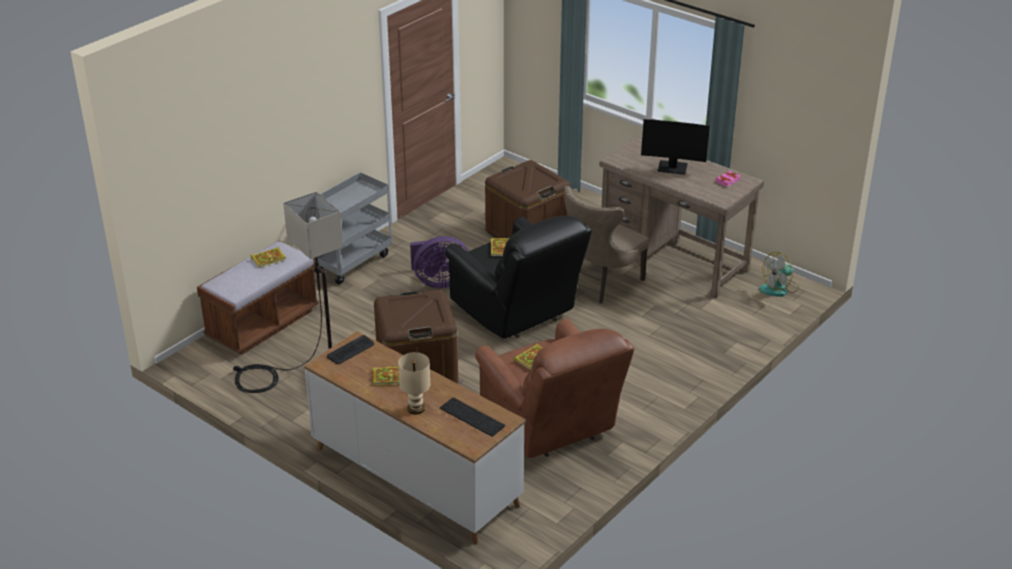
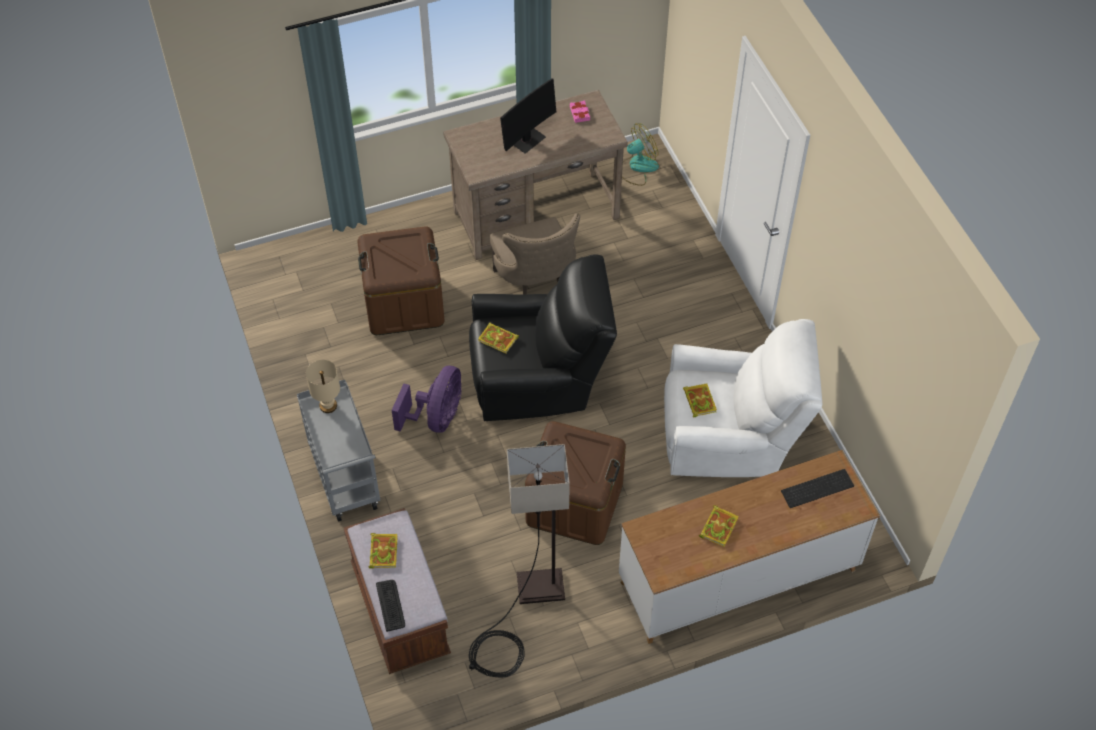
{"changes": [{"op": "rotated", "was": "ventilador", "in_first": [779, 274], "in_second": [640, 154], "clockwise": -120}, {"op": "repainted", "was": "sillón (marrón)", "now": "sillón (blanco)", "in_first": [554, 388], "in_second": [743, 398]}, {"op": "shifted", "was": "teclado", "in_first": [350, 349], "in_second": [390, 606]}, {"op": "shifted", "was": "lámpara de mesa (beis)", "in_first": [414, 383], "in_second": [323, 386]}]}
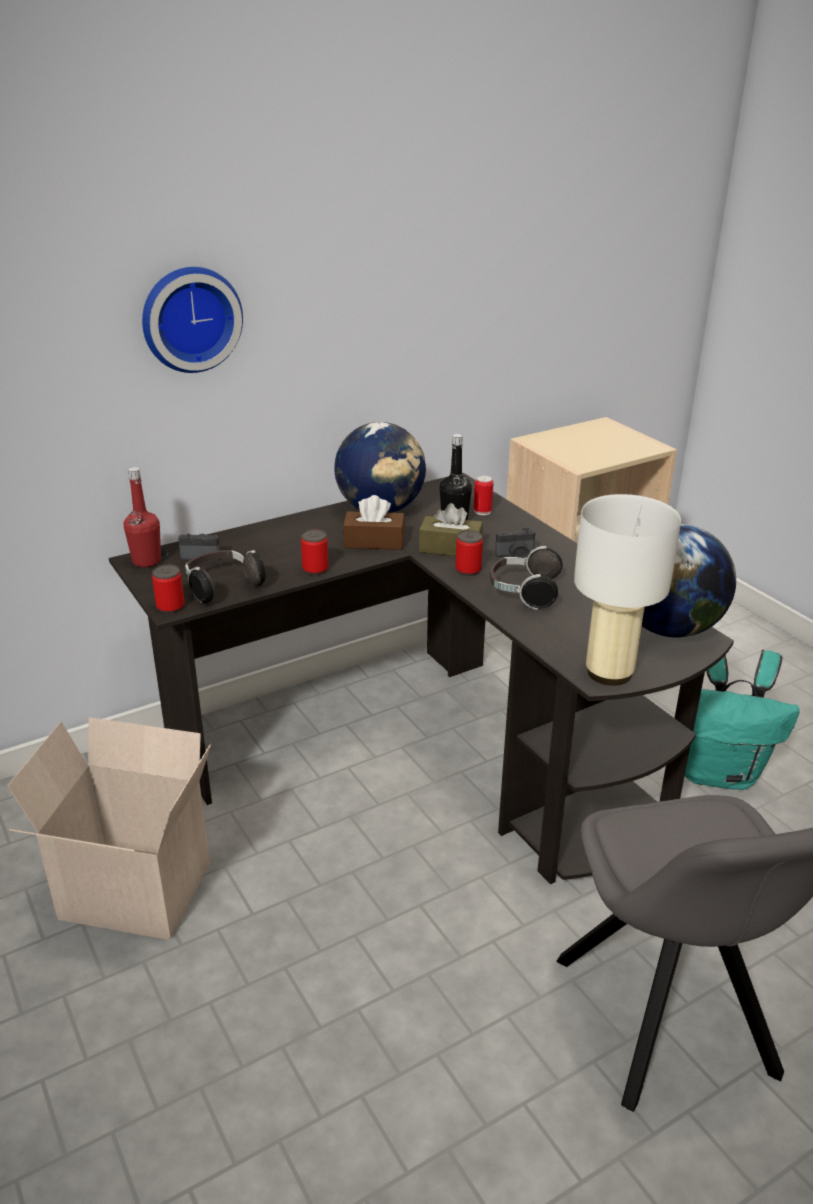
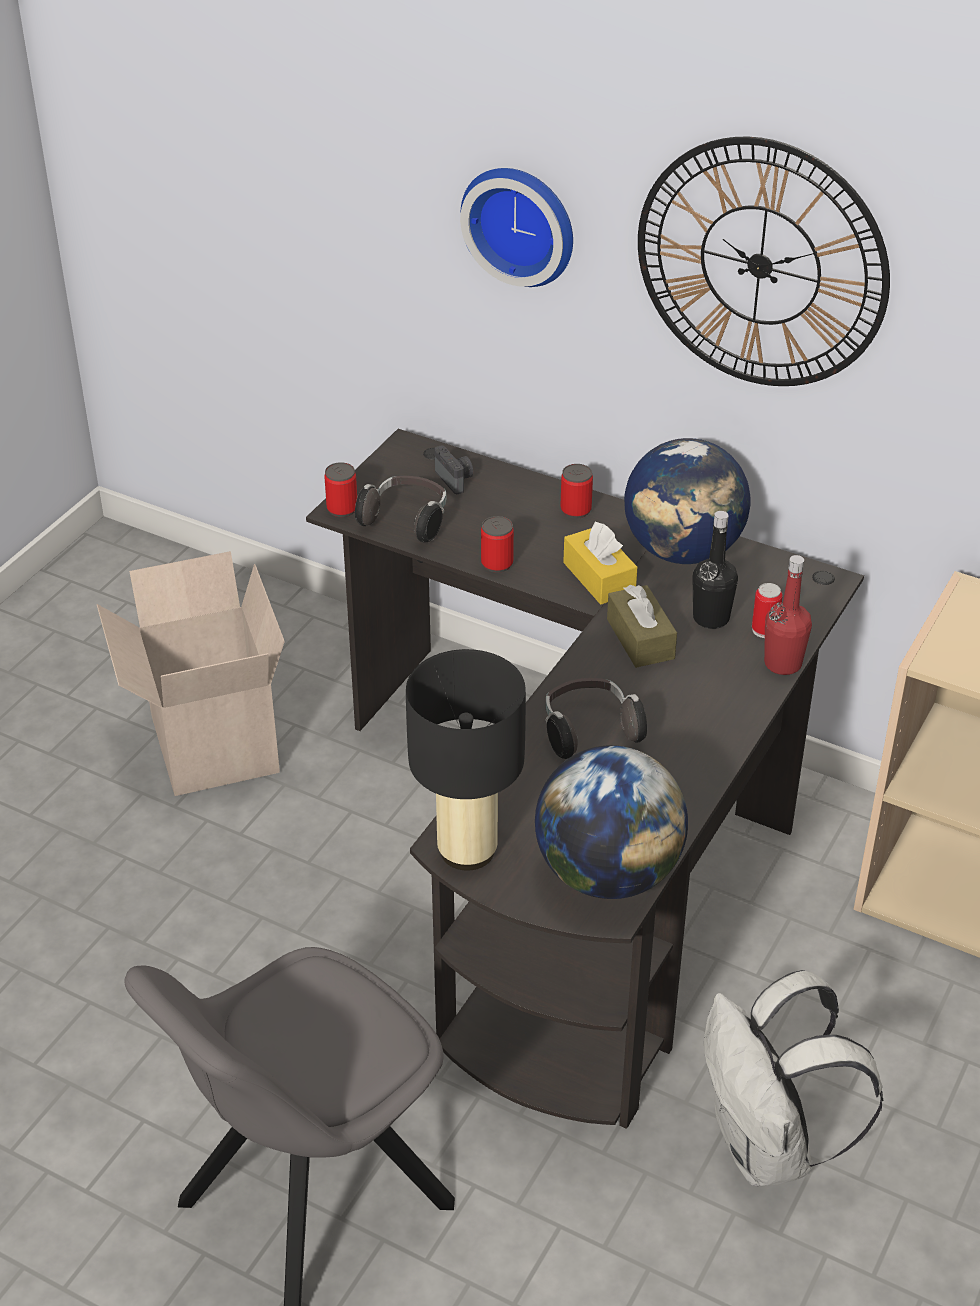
{"changes": [{"op": "shifted", "was": "botella (rojo)", "in_first": [142, 517], "in_second": [788, 615]}, {"op": "repainted", "was": "lámpara de mesa (blanco)", "now": "lámpara de mesa (negro)", "in_first": [627, 590], "in_second": [466, 760]}, {"op": "repainted", "was": "caja de pañuelos (marrón)", "now": "caja de pañuelos (amarillo)", "in_first": [374, 522], "in_second": [600, 563]}, {"op": "gone", "was": "cámara", "in_first": [515, 543]}, {"op": "shifted", "was": "lata", "in_first": [469, 553], "in_second": [576, 491]}, {"op": "repainted", "was": "mochila (turquesa)", "now": "mochila (blanco)", "in_first": [742, 720], "in_second": [793, 1078]}, {"op": "new", "now": "reloj de pared", "in_second": [764, 261]}]}
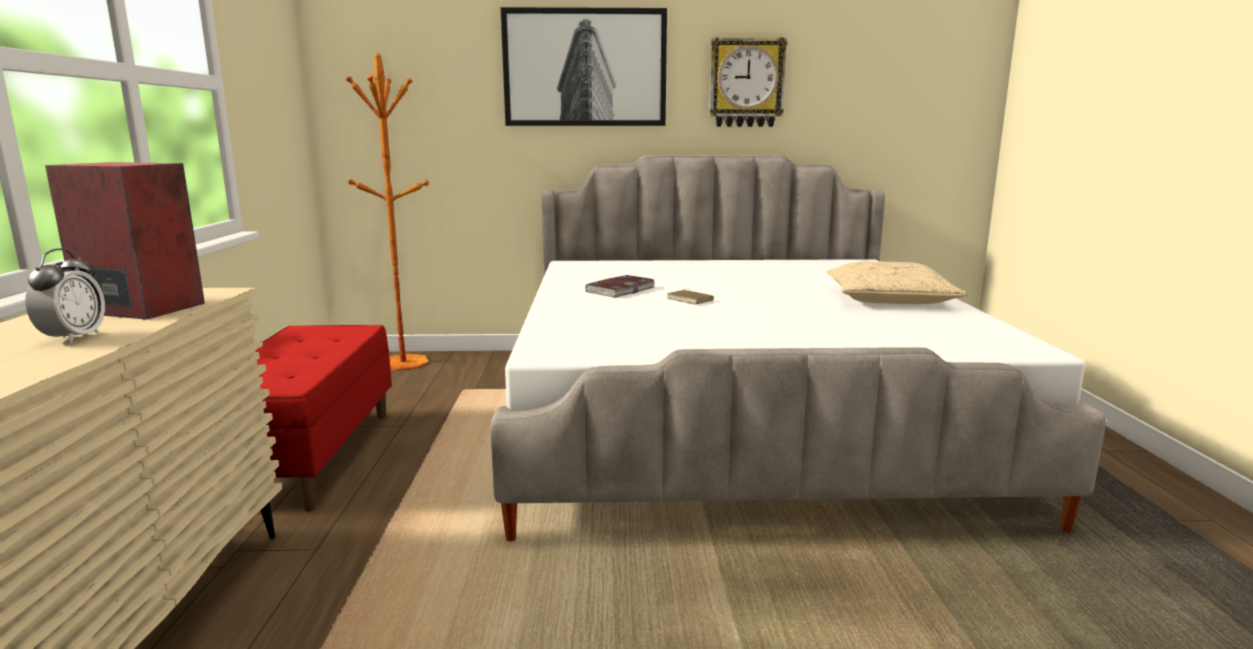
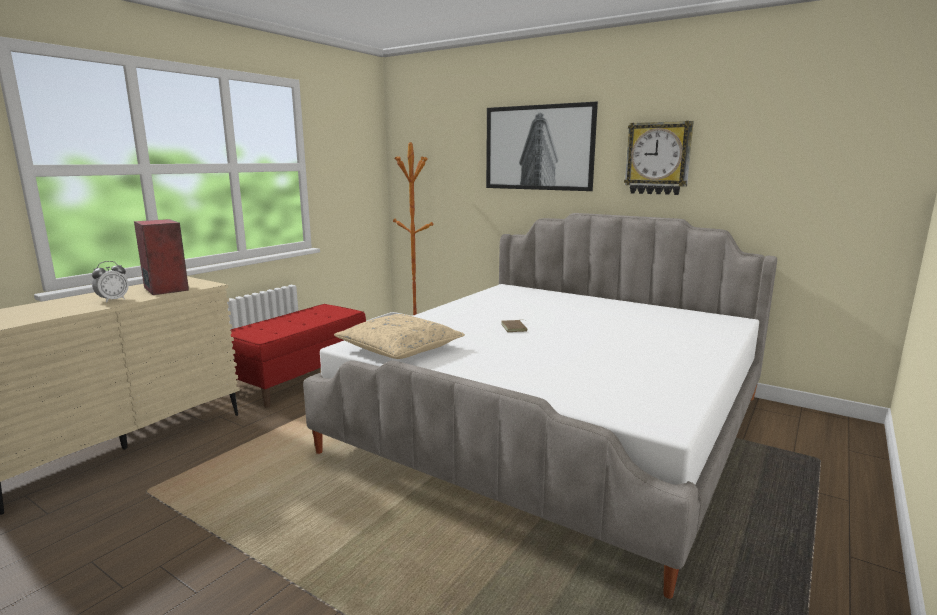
{"changes": [{"op": "shifted", "was": "cojín (beis)", "in_first": [897, 283], "in_second": [399, 336]}, {"op": "gone", "was": "libro", "in_first": [621, 286]}]}
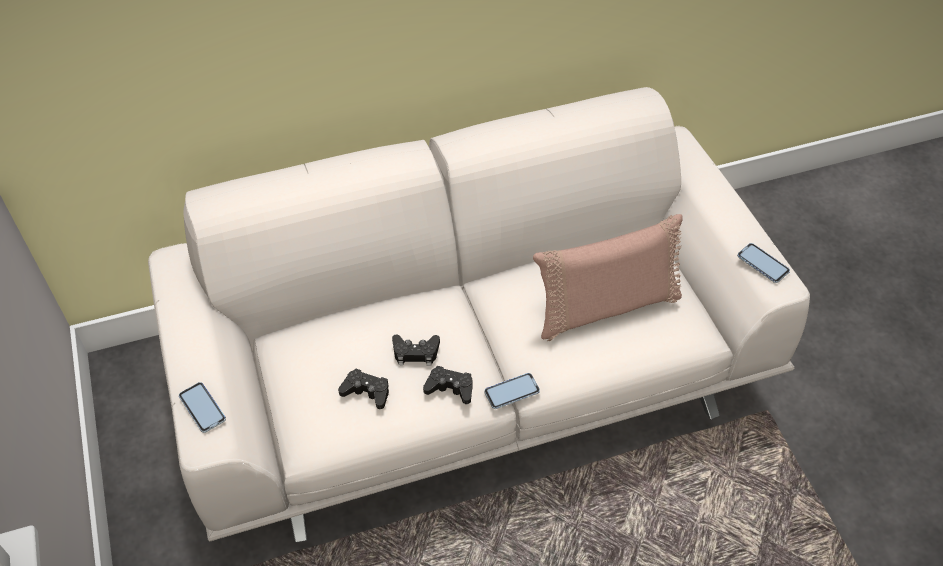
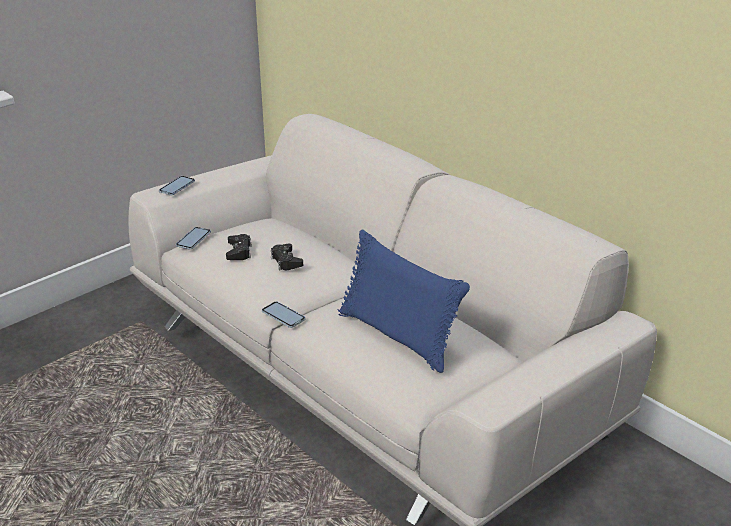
{"changes": [{"op": "repainted", "was": "cojín (beis)", "now": "cojín (azul)", "in_first": [608, 278], "in_second": [404, 301]}, {"op": "shifted", "was": "móvil", "in_first": [763, 263], "in_second": [193, 238]}, {"op": "gone", "was": "mando de consola (negro)", "in_first": [447, 385]}]}
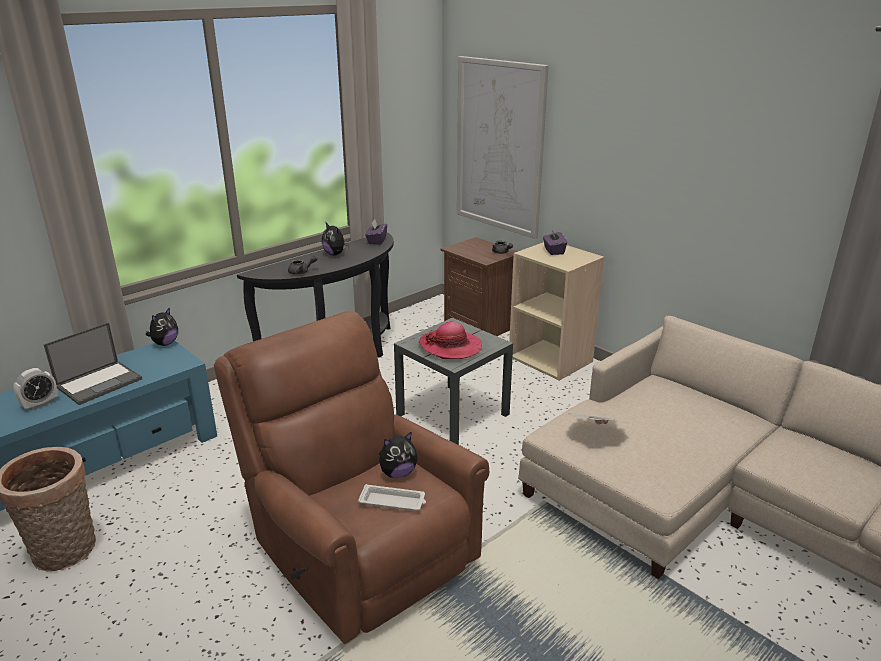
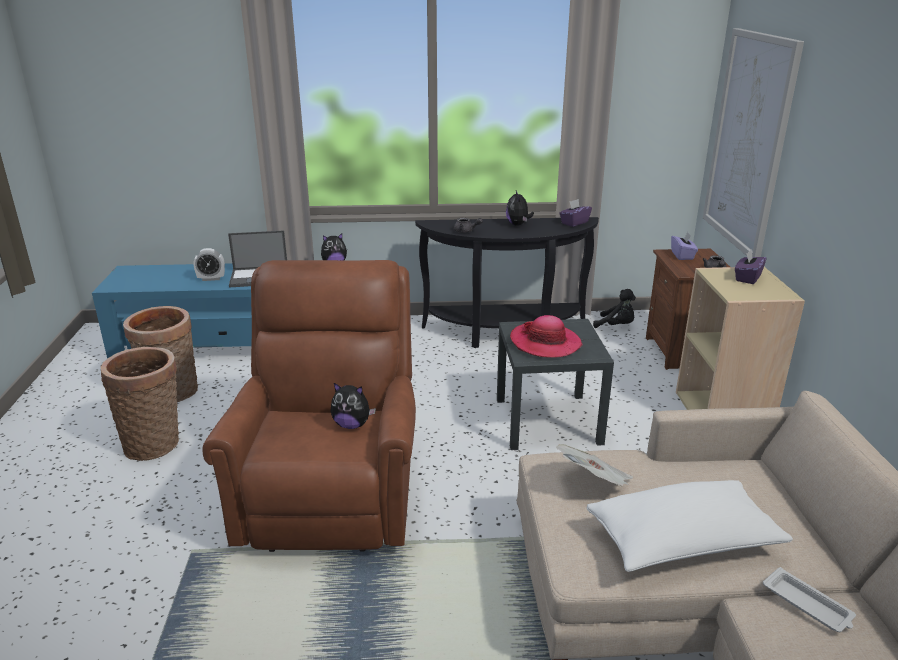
{"changes": [{"op": "shifted", "was": "bandeja (blanco)", "in_first": [392, 497], "in_second": [809, 599]}, {"op": "new", "now": "caja de pañuelos (morado)", "in_second": [684, 246]}, {"op": "new", "now": "peluche (negro)", "in_second": [614, 308]}, {"op": "new", "now": "cesta", "in_second": [140, 404]}, {"op": "new", "now": "cojín (blanco)", "in_second": [690, 526]}]}
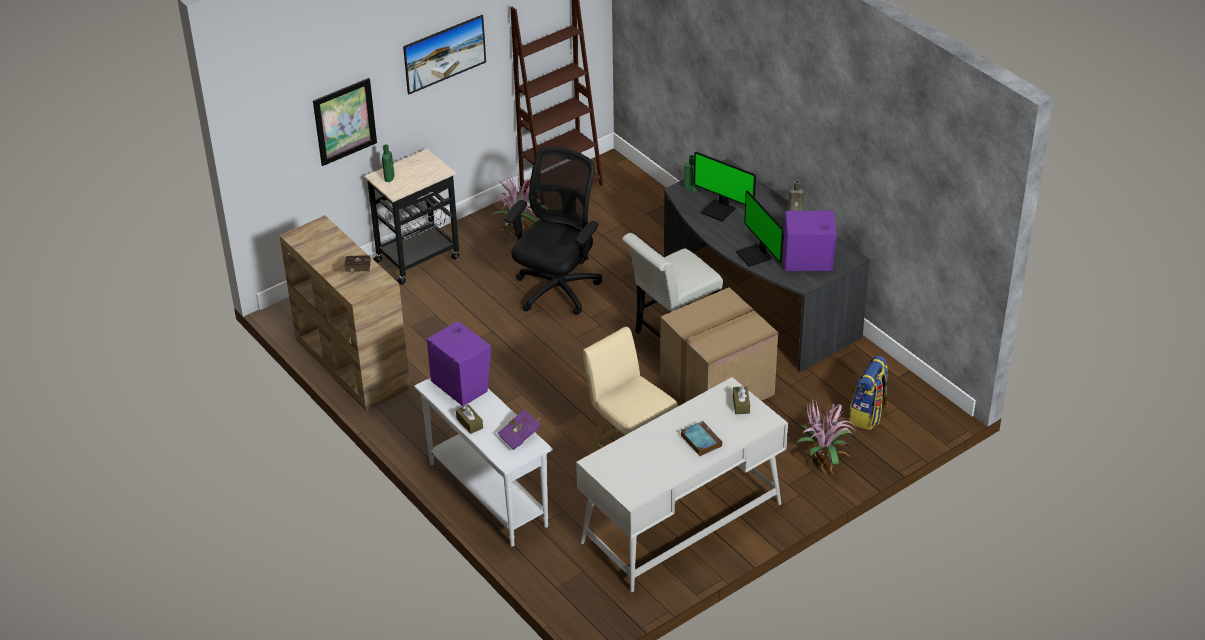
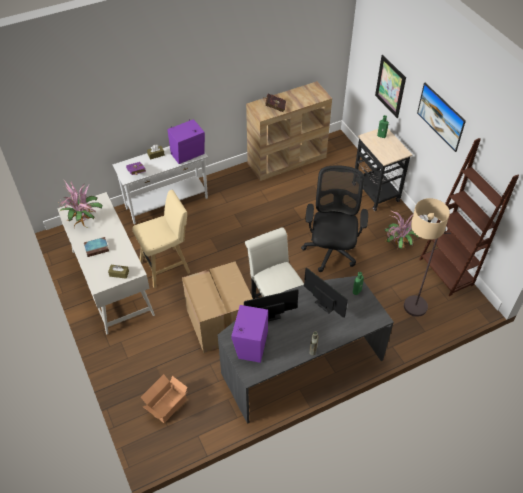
{"changes": [{"op": "rotated", "was": "silla de oficina (negro)", "in_first": [553, 231], "in_second": [334, 218], "clockwise": -120}, {"op": "rotated", "was": "monitor", "in_first": [725, 187], "in_second": [326, 293], "clockwise": 90}, {"op": "swapped", "was": "mochila", "now": "caja de cartón", "in_first": [869, 392], "in_second": [164, 398]}, {"op": "shifted", "was": "planta en maceta", "in_first": [825, 440], "in_second": [80, 203]}, {"op": "new", "now": "lámpara de pie (beis)", "in_second": [427, 257]}]}
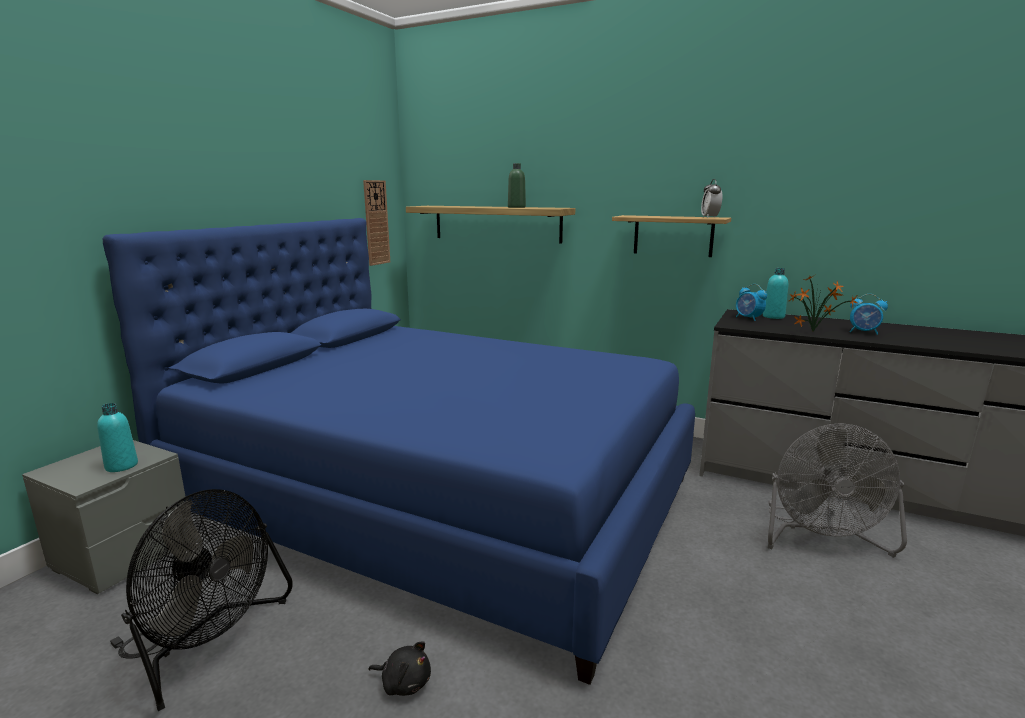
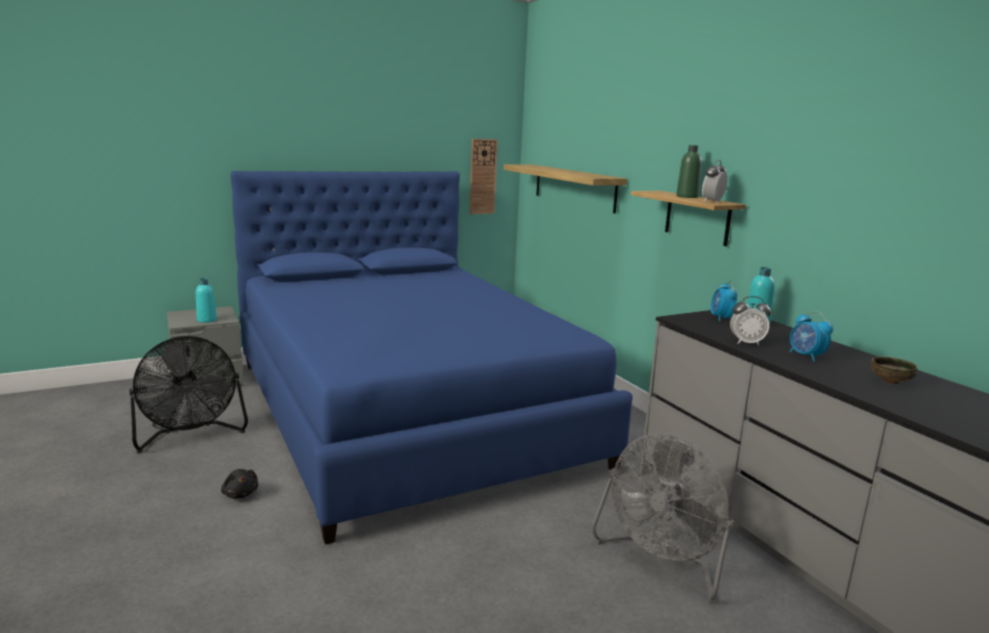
{"changes": [{"op": "shifted", "was": "botella (verde)", "in_first": [517, 185], "in_second": [689, 171]}, {"op": "swapped", "was": "planta en maceta", "now": "despertador", "in_first": [823, 303], "in_second": [750, 321]}, {"op": "new", "now": "cuenco", "in_second": [894, 370]}]}
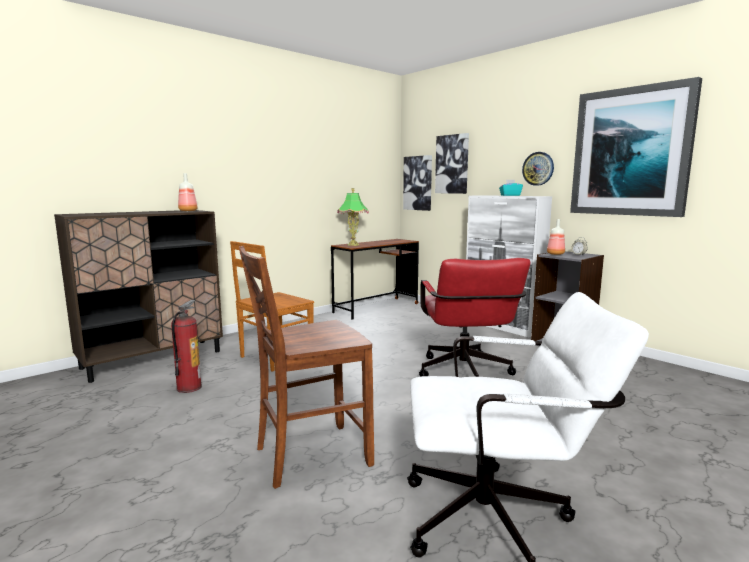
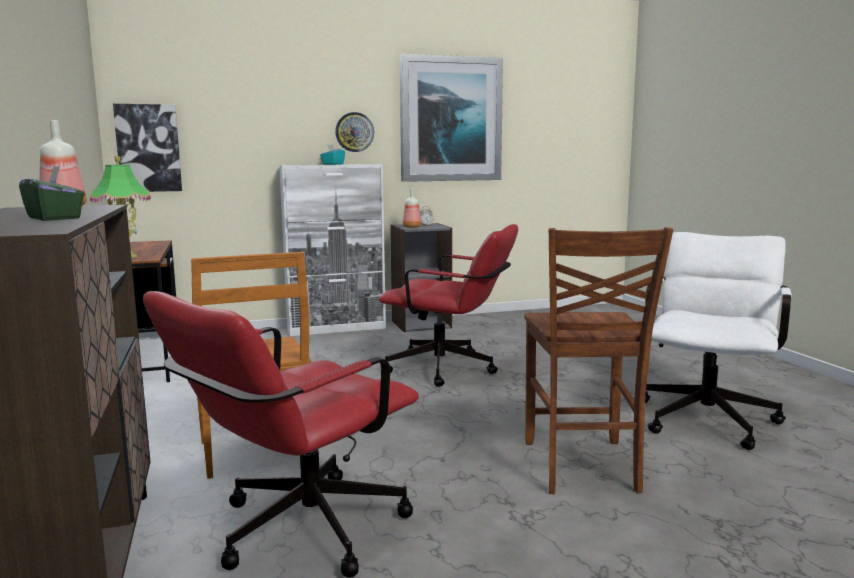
{"changes": [{"op": "gone", "was": "cuadro", "in_first": [452, 163]}, {"op": "swapped", "was": "extintor", "now": "silla de oficina (rojo)", "in_first": [186, 346], "in_second": [281, 434]}, {"op": "new", "now": "caja de pañuelos (verde)", "in_second": [52, 193]}]}
